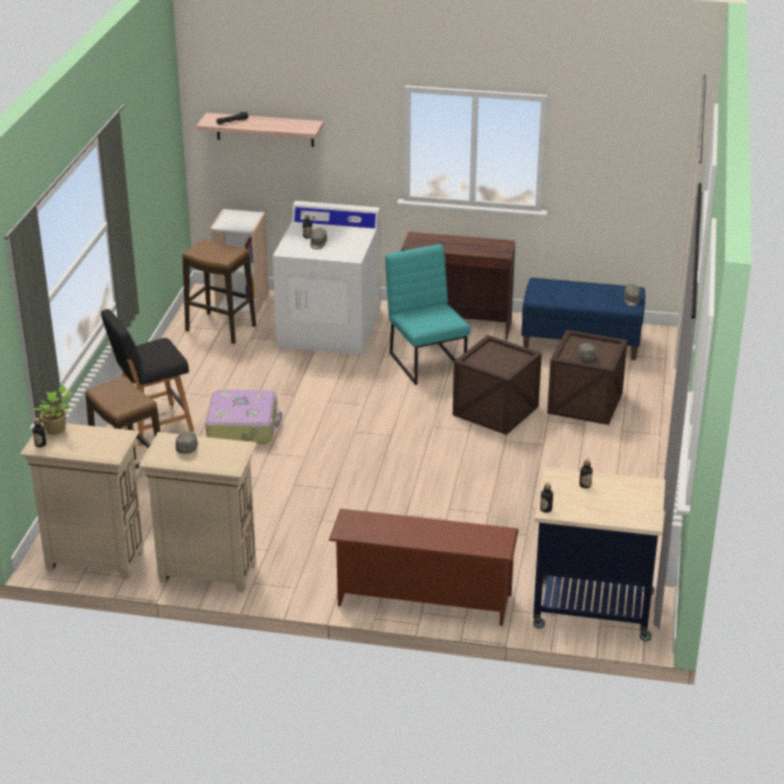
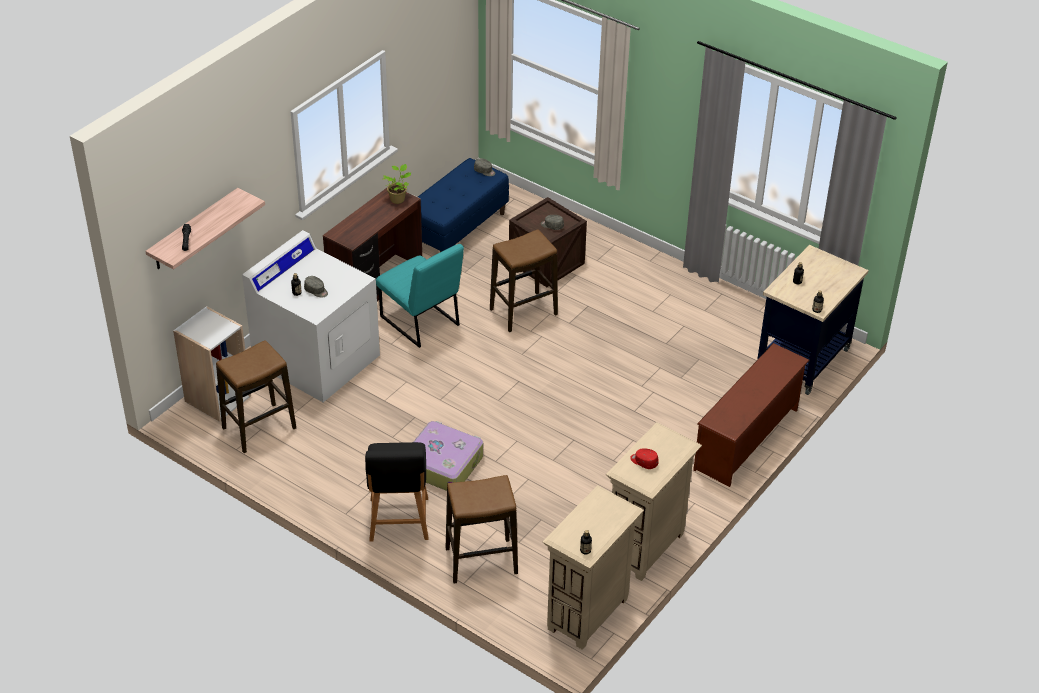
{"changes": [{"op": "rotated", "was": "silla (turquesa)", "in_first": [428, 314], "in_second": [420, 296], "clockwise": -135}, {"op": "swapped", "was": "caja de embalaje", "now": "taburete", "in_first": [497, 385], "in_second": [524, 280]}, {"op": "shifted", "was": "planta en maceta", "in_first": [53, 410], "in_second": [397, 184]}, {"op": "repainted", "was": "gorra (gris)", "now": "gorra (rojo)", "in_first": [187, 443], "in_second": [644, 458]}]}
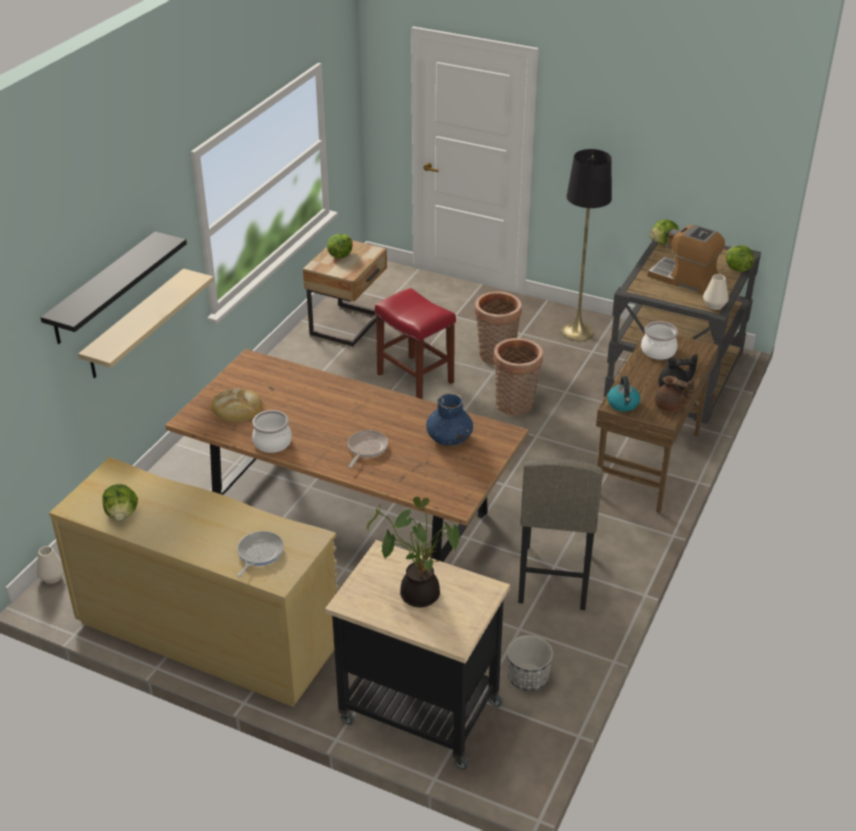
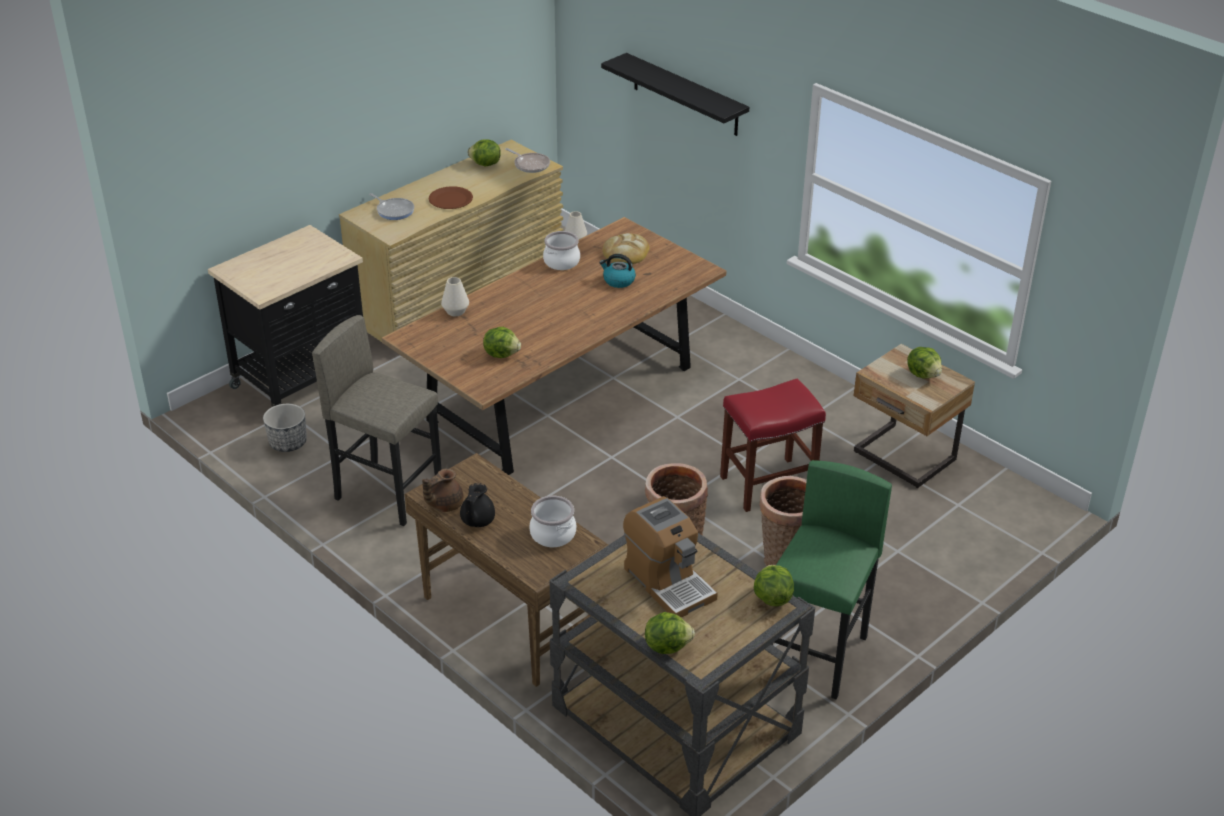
{"changes": [{"op": "swapped", "was": "lámpara de pie (negro)", "now": "taburete (verde)", "in_first": [586, 245], "in_second": [832, 579]}, {"op": "rotated", "was": "cafetera", "in_first": [686, 259], "in_second": [670, 557], "clockwise": 90}, {"op": "gone", "was": "estante (beis)", "in_first": [146, 323]}, {"op": "shifted", "was": "florero (blanco)", "in_first": [716, 292], "in_second": [455, 296]}, {"op": "shifted", "was": "hervidor", "in_first": [623, 394], "in_second": [617, 271]}, {"op": "swapped", "was": "florero (azul)", "now": "lechuga", "in_first": [449, 419], "in_second": [502, 342]}, {"op": "shifted", "was": "sartén", "in_first": [368, 449], "in_second": [527, 160]}, {"op": "gone", "was": "planta en maceta", "in_first": [413, 552]}, {"op": "new", "now": "plato (marrón)", "in_second": [451, 197]}]}
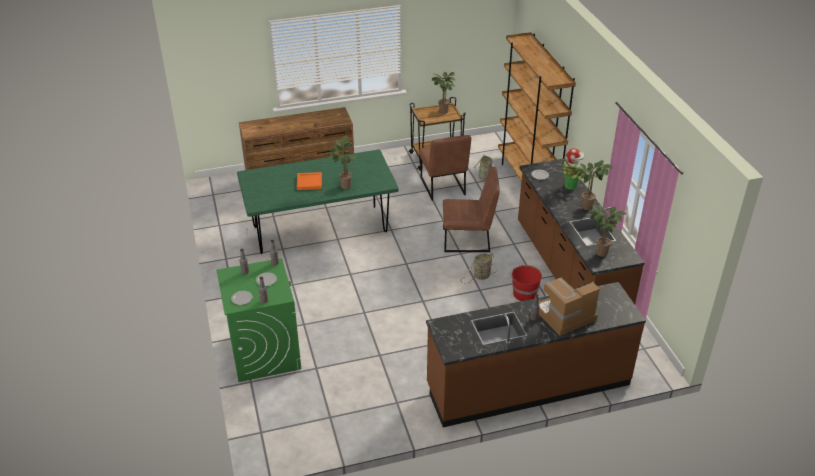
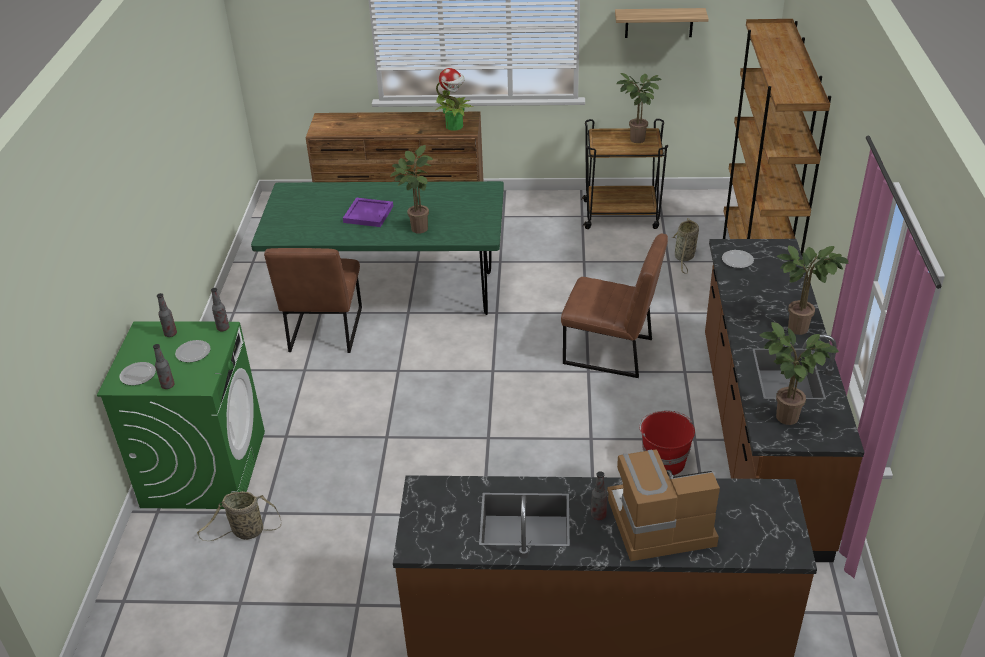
{"changes": [{"op": "shifted", "was": "silla (marrón)", "in_first": [445, 167], "in_second": [313, 300]}, {"op": "shifted", "was": "planta en maceta", "in_first": [573, 169], "in_second": [454, 99]}, {"op": "repainted", "was": "bandeja (naranja)", "now": "bandeja (morado)", "in_first": [309, 181], "in_second": [368, 212]}, {"op": "shifted", "was": "cesta", "in_first": [478, 268], "in_second": [239, 516]}, {"op": "new", "now": "estante", "in_second": [662, 23]}]}
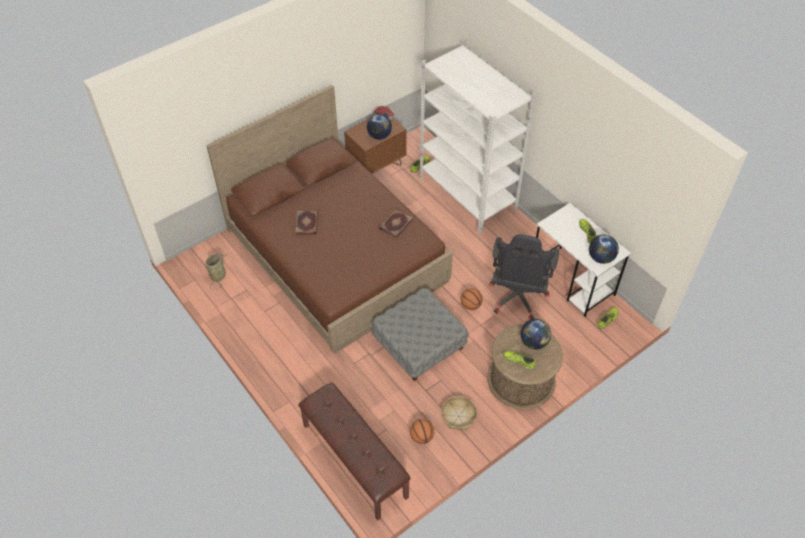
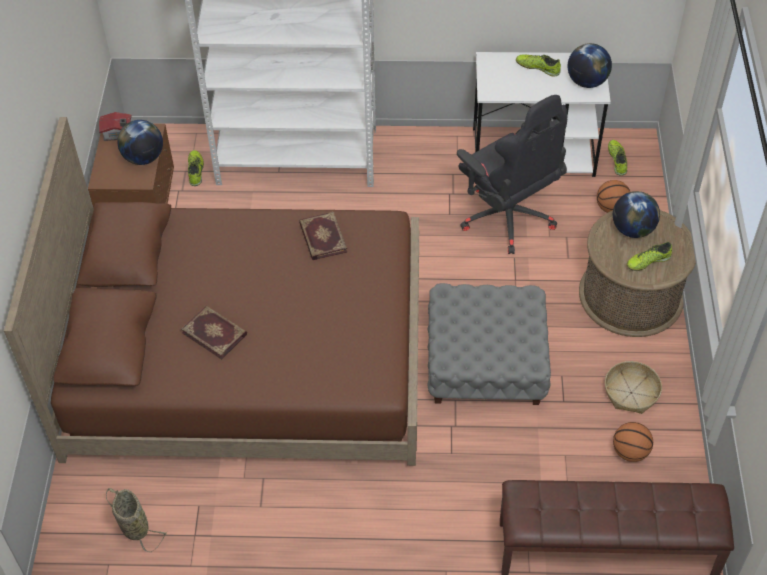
{"changes": [{"op": "shifted", "was": "balón de baloncesto", "in_first": [472, 299], "in_second": [613, 196]}]}
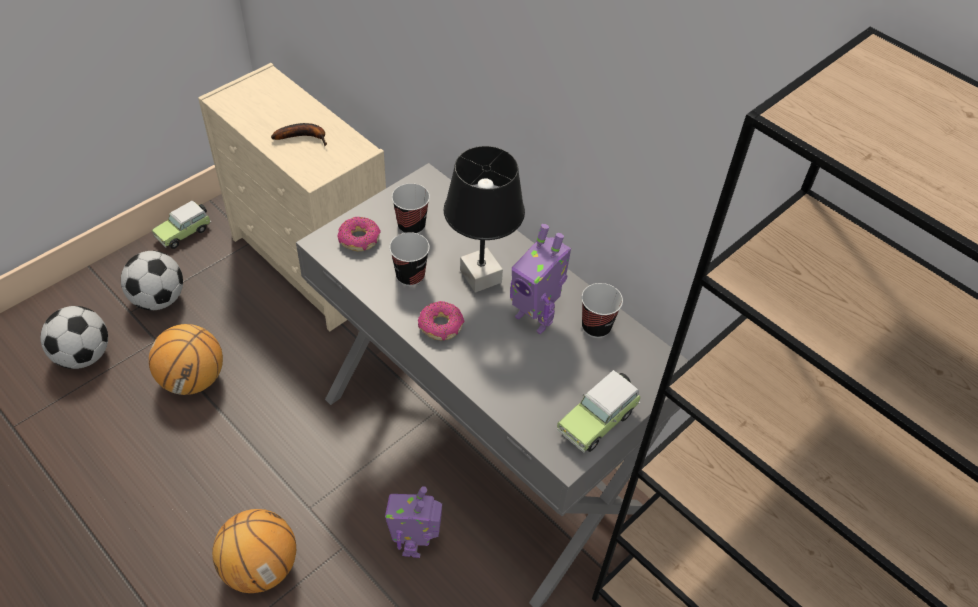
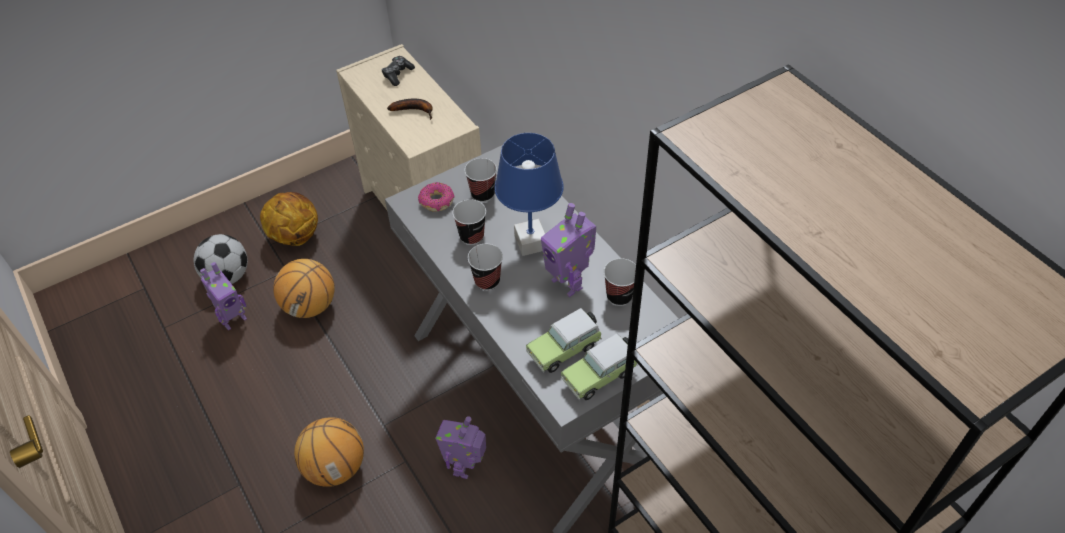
{"changes": [{"op": "repainted", "was": "lámpara de mesa (negro)", "now": "lámpara de mesa (azul)", "in_first": [484, 219], "in_second": [529, 194]}, {"op": "shifted", "was": "coche de juguete", "in_first": [181, 225], "in_second": [564, 340]}, {"op": "swapped", "was": "balón de fútbol", "now": "balón de baloncesto", "in_first": [152, 280], "in_second": [289, 219]}, {"op": "swapped", "was": "rosquilla", "now": "taza", "in_first": [441, 321], "in_second": [485, 267]}, {"op": "new", "now": "mando de consola", "in_second": [398, 71]}, {"op": "new", "now": "robot de juguete", "in_second": [223, 296]}]}
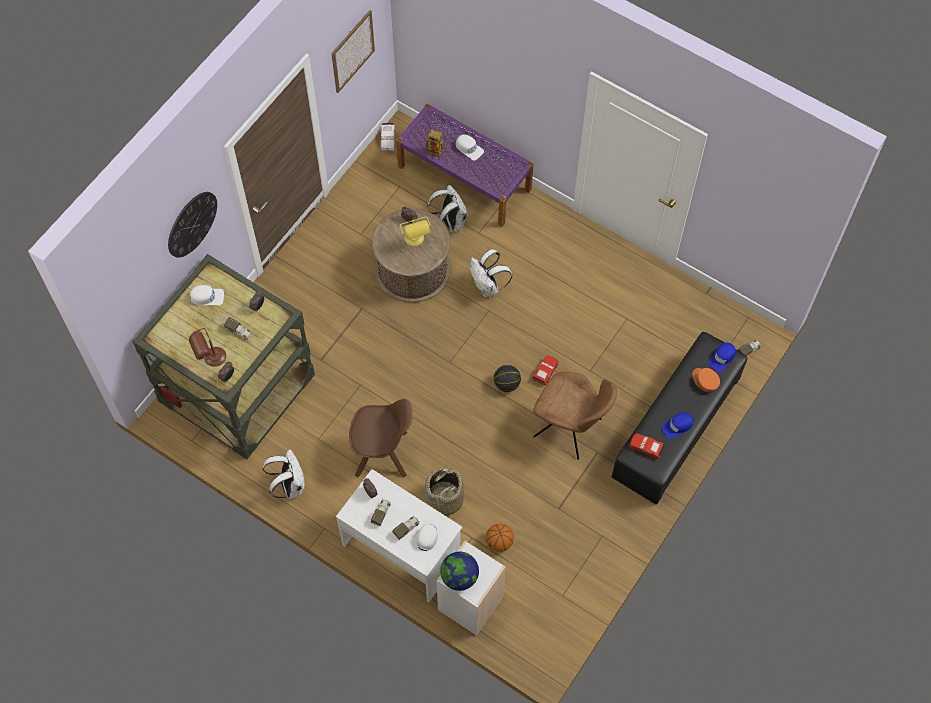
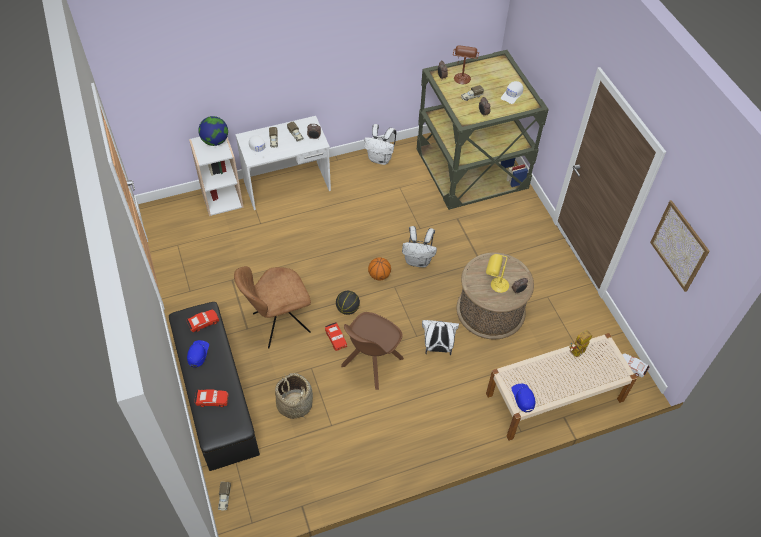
{"changes": [{"op": "repainted", "was": "banco (morado)", "now": "banco (beis)", "in_first": [465, 165], "in_second": [561, 387]}, {"op": "gone", "was": "gorra (blanco)", "in_first": [470, 147]}, {"op": "shifted", "was": "mochila (blanco)", "in_first": [447, 209], "in_second": [419, 246]}, {"op": "gone", "was": "reloj de pared", "in_first": [192, 225]}, {"op": "shifted", "was": "gorra (azul)", "in_first": [722, 357], "in_second": [523, 398]}, {"op": "swapped", "was": "gorra (naranja)", "now": "coche de juguete (rojo)", "in_first": [706, 380], "in_second": [211, 398]}, {"op": "shifted", "was": "silla (marrón)", "in_first": [381, 438], "in_second": [372, 351]}, {"op": "shifted", "was": "cesta", "in_first": [444, 492], "in_second": [294, 396]}, {"op": "shifted", "was": "balón de baloncesto", "in_first": [500, 538], "in_second": [379, 269]}]}
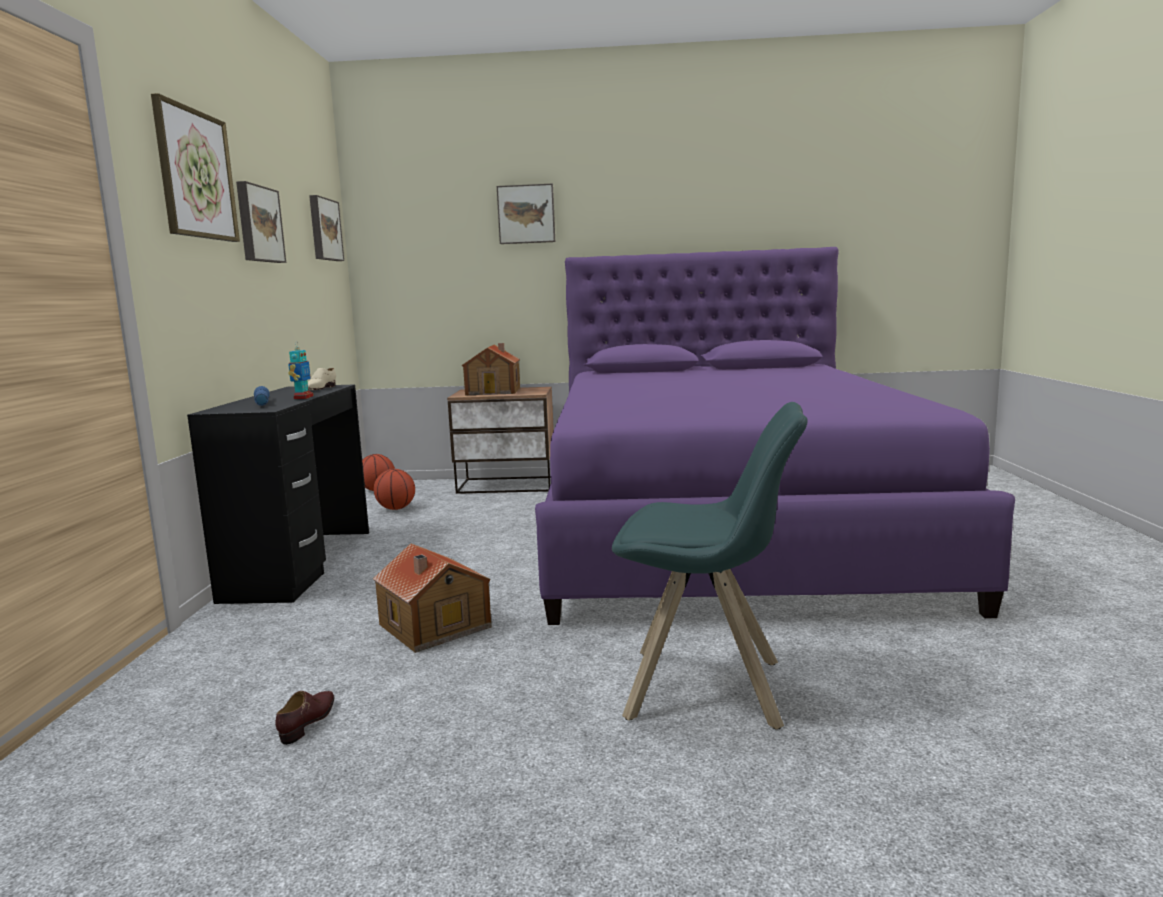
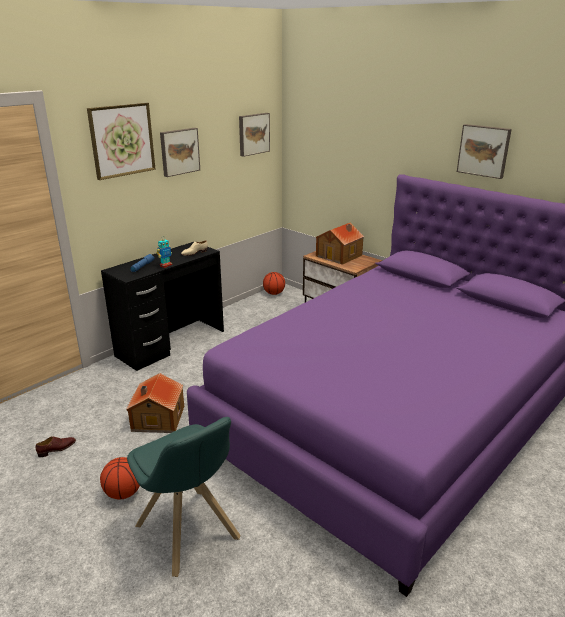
{"changes": [{"op": "shifted", "was": "cuadro", "in_first": [526, 214], "in_second": [484, 151]}, {"op": "shifted", "was": "balón de baloncesto", "in_first": [394, 489], "in_second": [120, 478]}]}
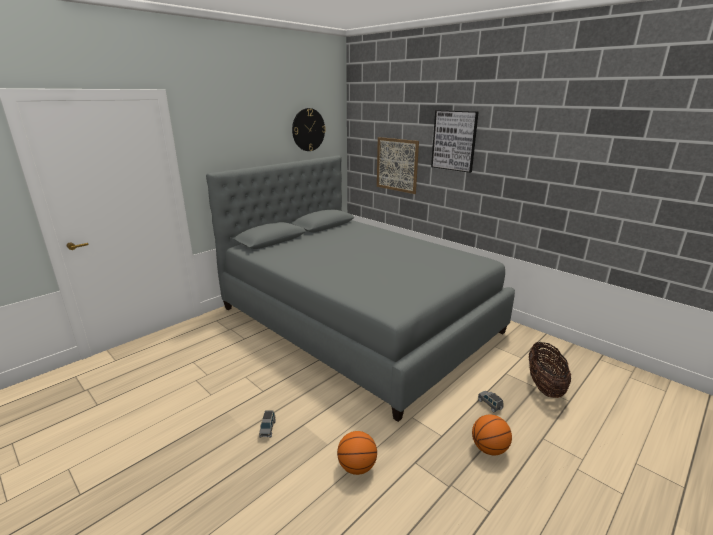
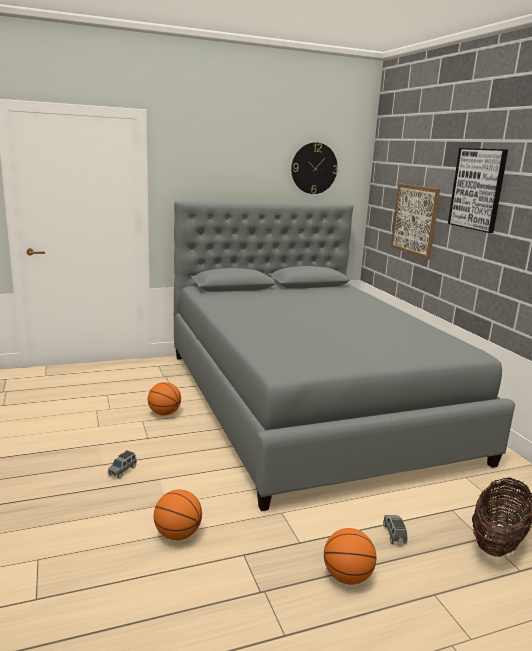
{"changes": [{"op": "new", "now": "balón de baloncesto", "in_second": [164, 399]}]}
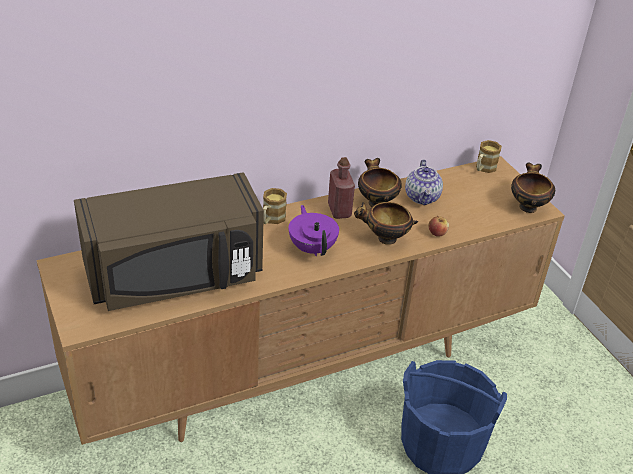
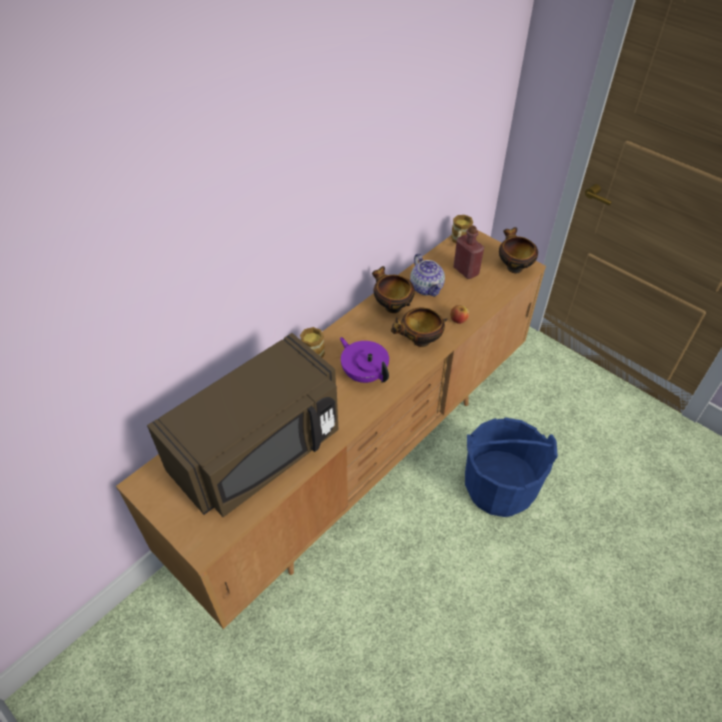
{"changes": [{"op": "shifted", "was": "botella (rojo)", "in_first": [341, 188], "in_second": [468, 252]}]}
